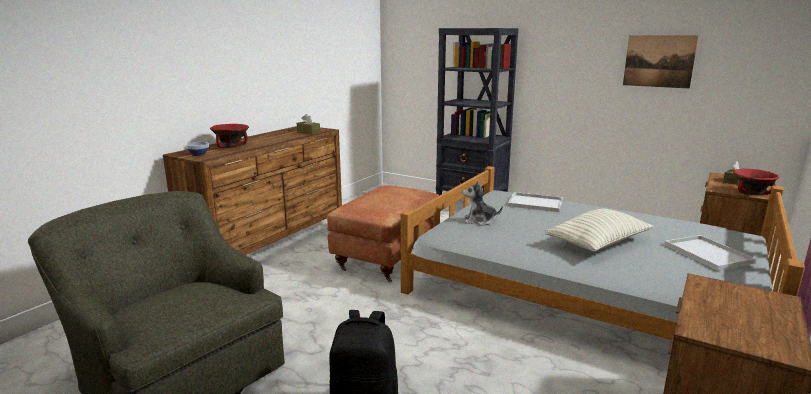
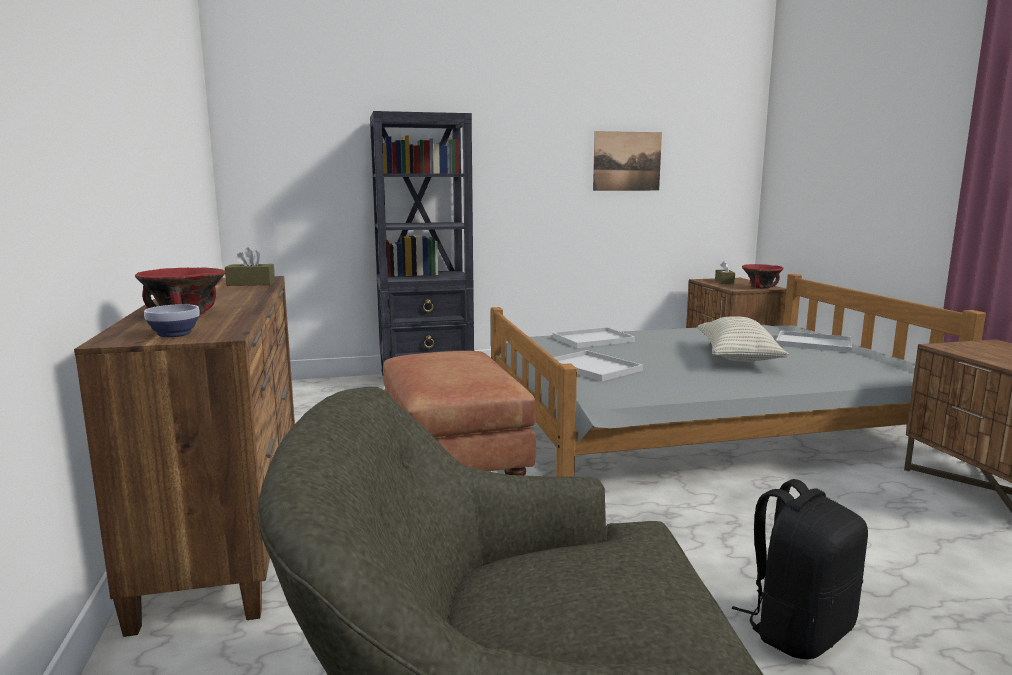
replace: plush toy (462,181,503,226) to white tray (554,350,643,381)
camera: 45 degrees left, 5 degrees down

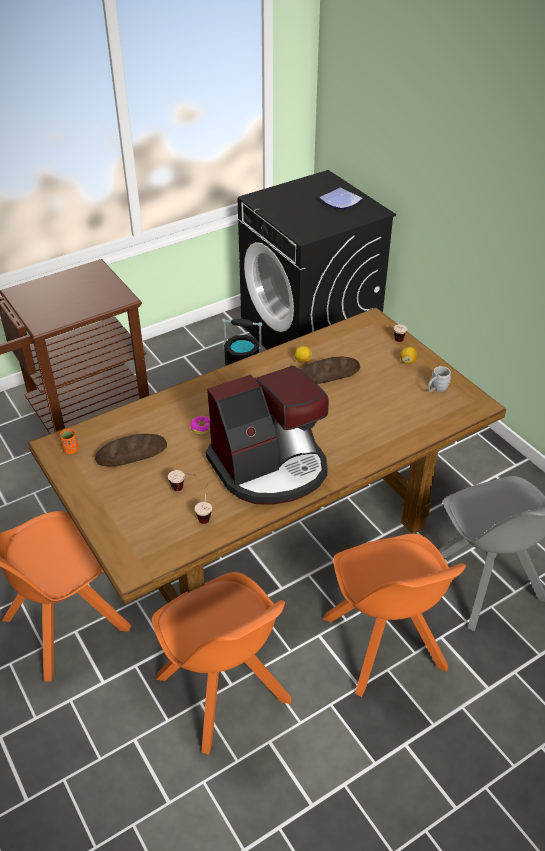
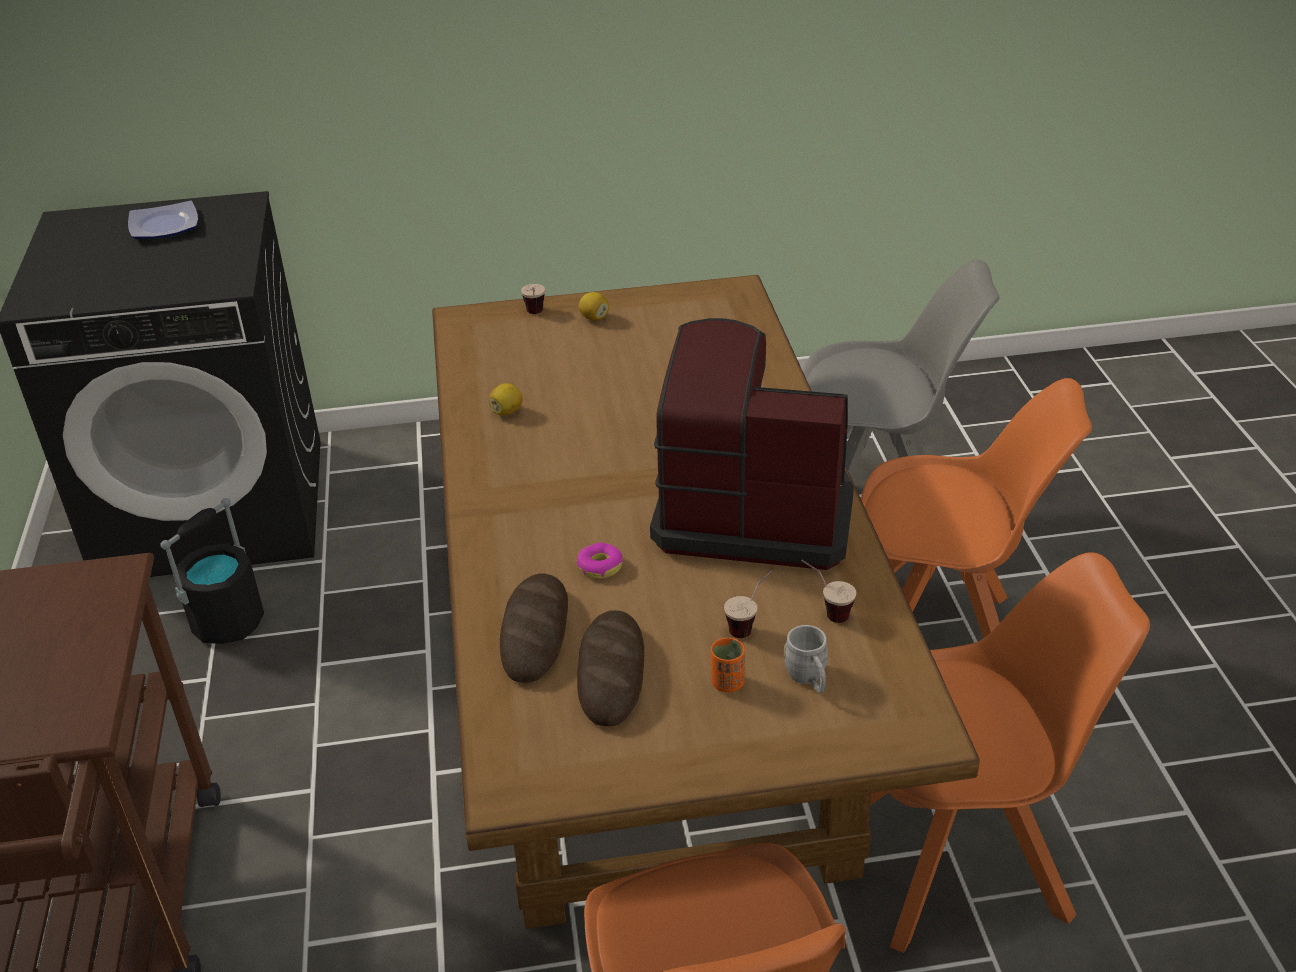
move: orange cup (60,429,78,454) to (711,638,745,693); bread (302,357,360,384) to (500,574,568,683); grey mug (428,366,451,392) to (784,625,828,693)
rotate: coffee machine (206,365,329,505) = (650,318,854,570) 75 degrees counterclockwise
camera: 65 degrees left, 5 degrees down

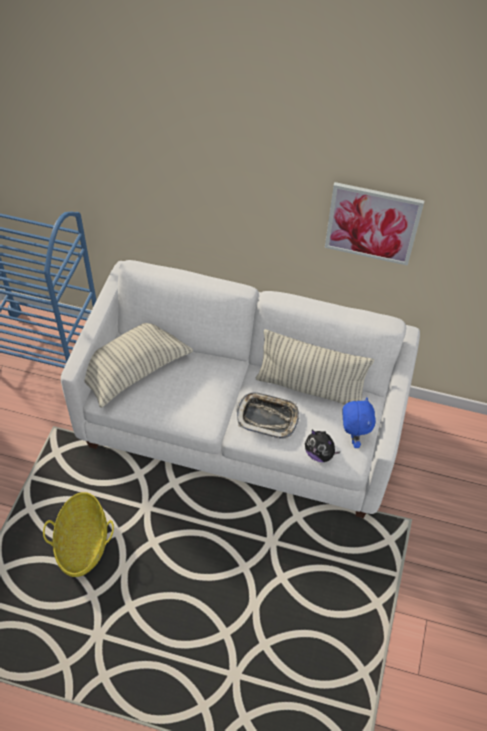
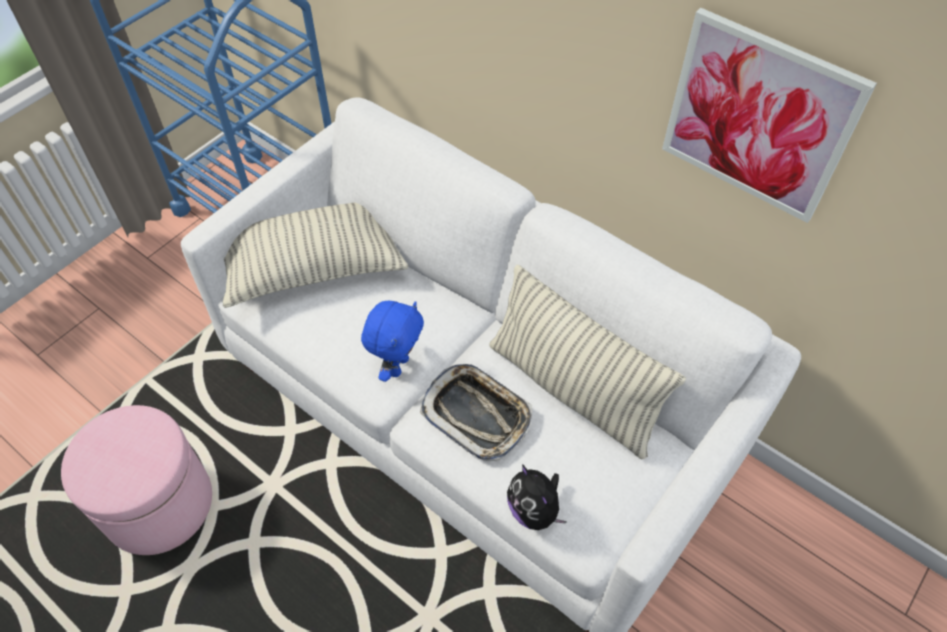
move: blue plush toy (342,397,376,448) to (361,301,424,382)
replace: basket (43,492,114,577) to pink ottoman (61,405,212,555)
camera: 25 degrees right, 0 degrees up

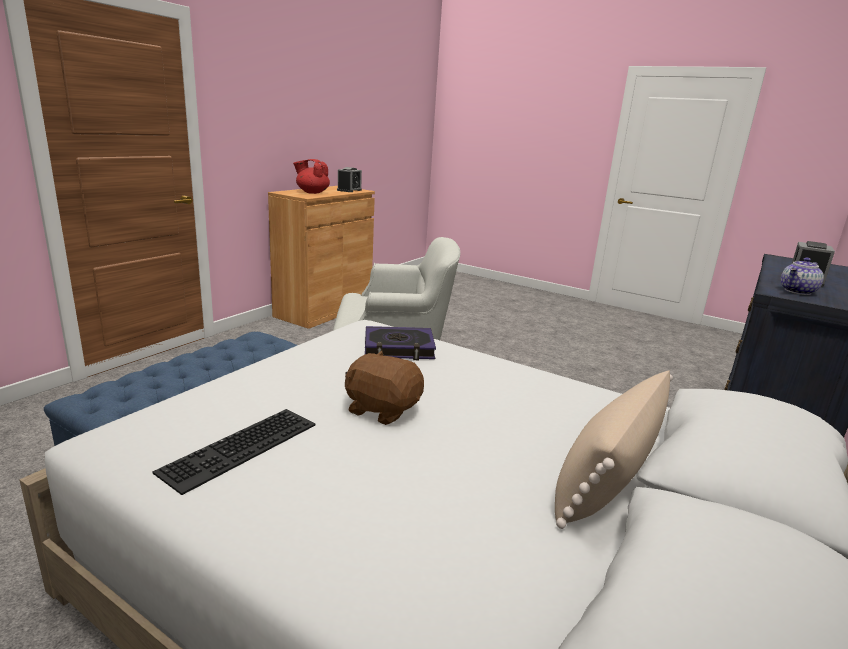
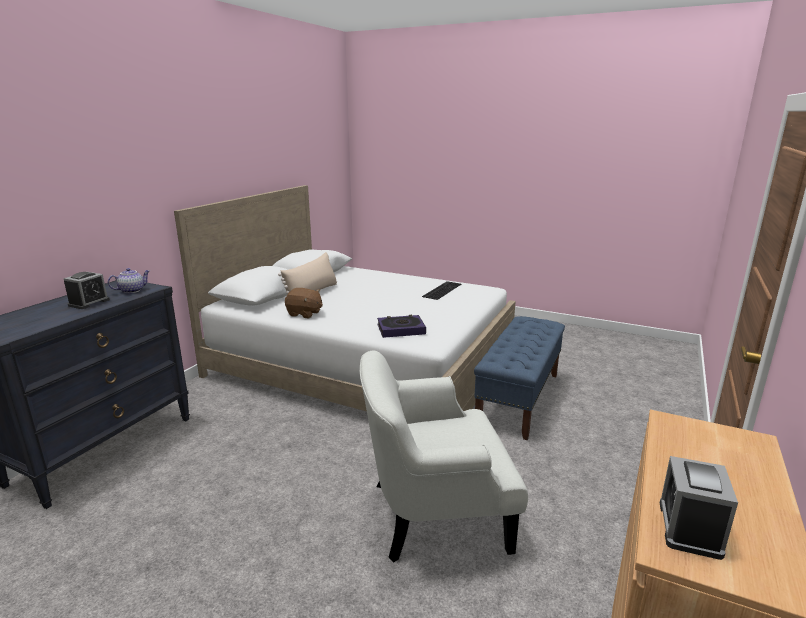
delete: red teapot (293,159,330,194)
move: brown plush toy (345,351,424,425) to (285,288,323,318)
camera: 175 degrees right, 0 degrees up

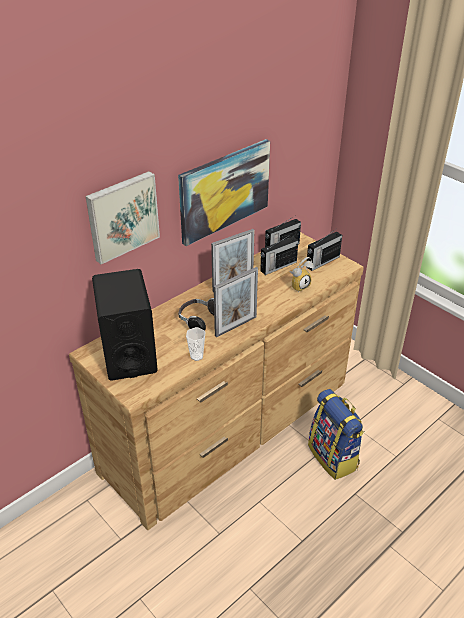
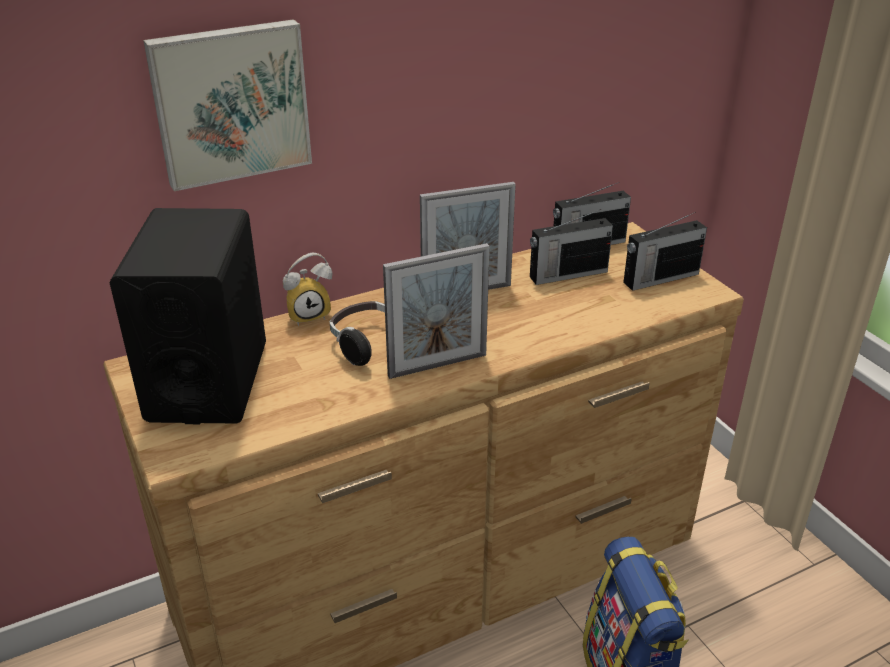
delete: picture (178,139,270,246); cup (186,327,206,361)
move: alarm clock (290,257,314,292) to (283,253,332,326)
camera: 15 degrees right, 5 degrees down

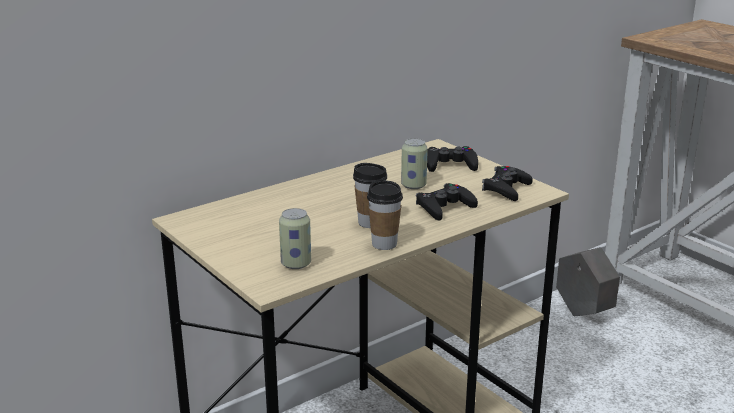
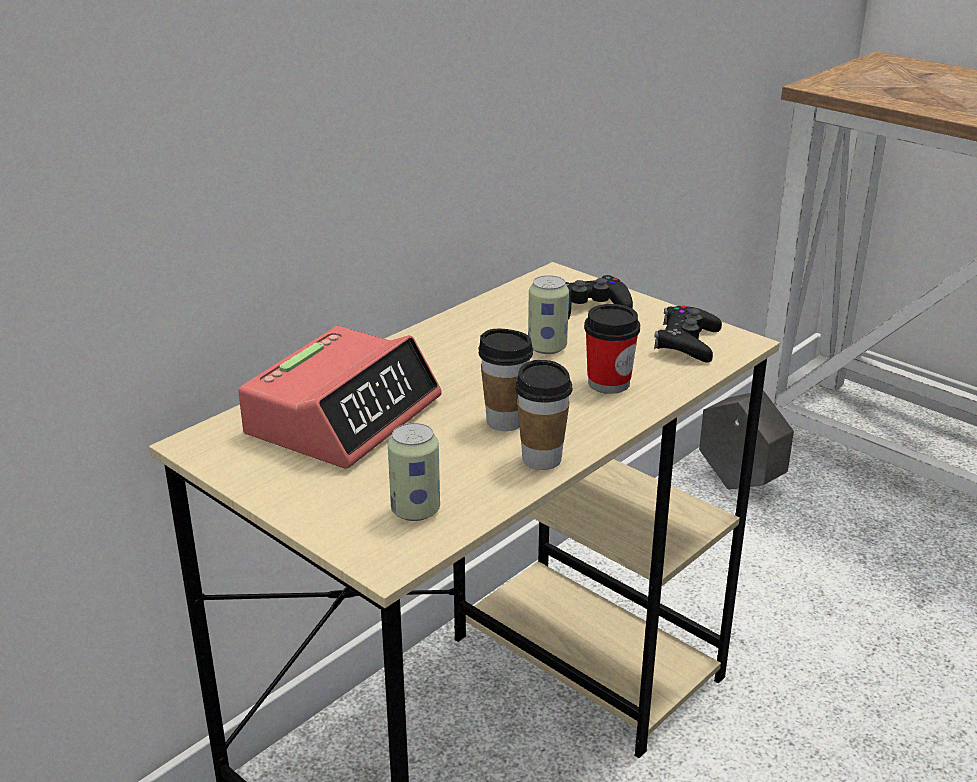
insert: alarm clock (238,326,442,469)
replace: black game controller (416,183,478,220) to cup (584,304,640,394)
camera: 10 degrees left, 5 degrees up

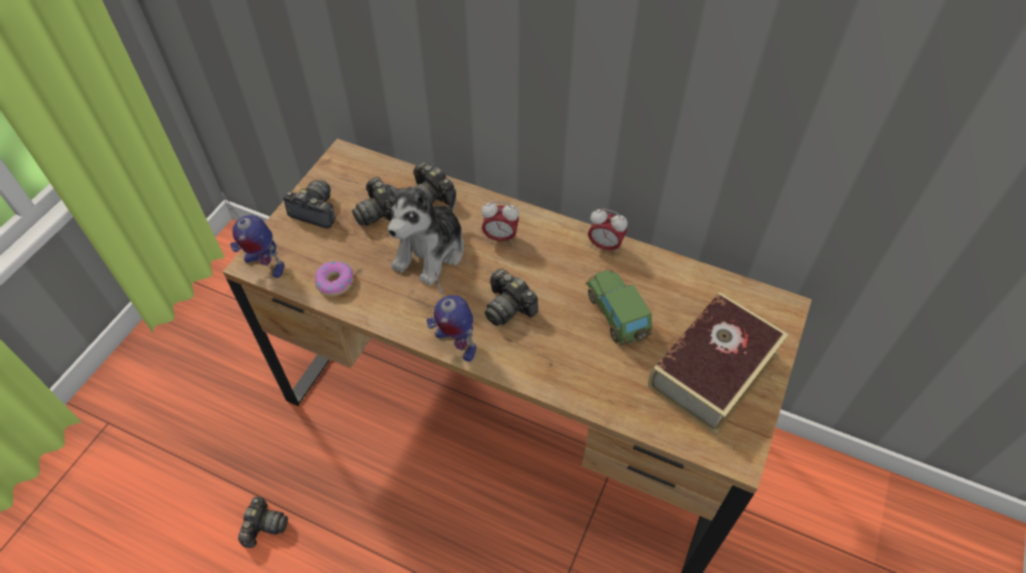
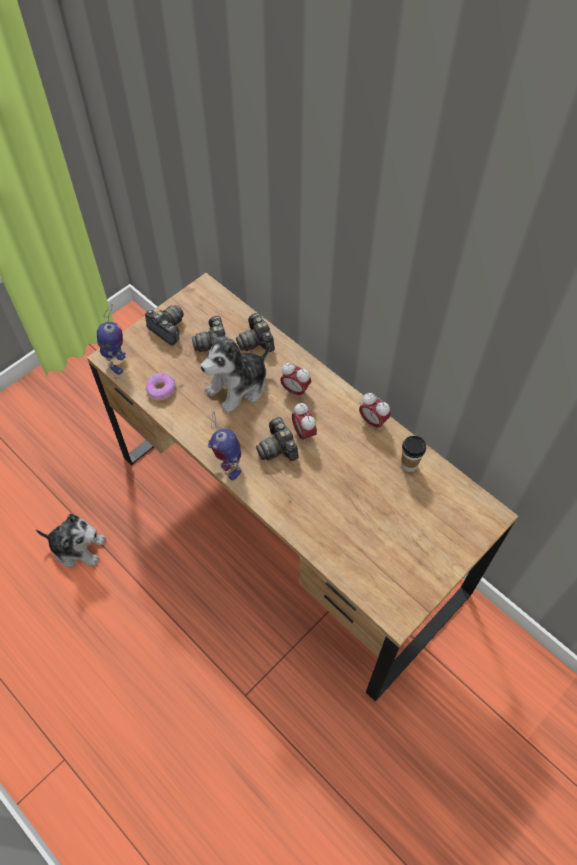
delete: toy car (586,270,652,345); book (648,292,789,435)
insert: alarm clock (292,403,317,444); cup (401,436,426,472)
replace: photo camera (238,497,288,548) to plush toy (36,514,106,567)
rotate: toy robot (222,191,284,278) = (97,304,126,375) 150 degrees counterclockwise
camera: 20 degrees right, 5 degrees up

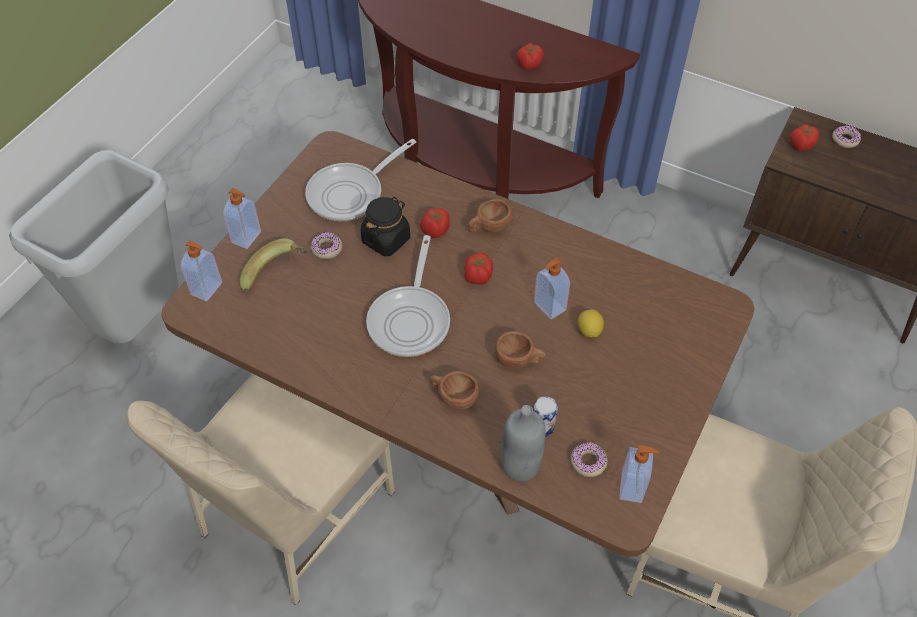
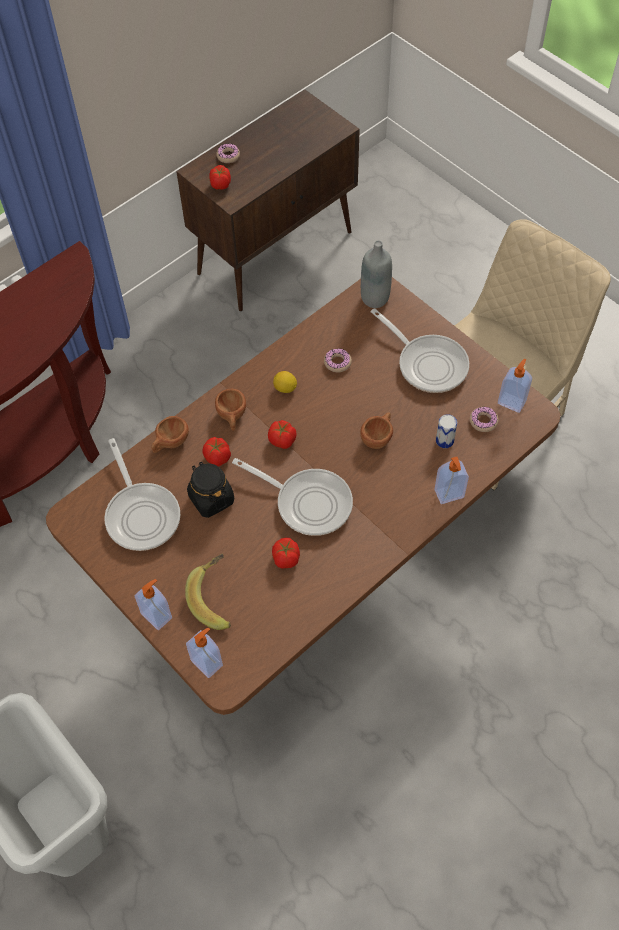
delete: beige chair (127,374,395,605)
insert: frying pan (370,308,469,393)
move: donut (311,232,342,259) to (324,348,352,372); brown cup (430,371,479,410) to (151,416,189,453); grey bottle (501,405,545,481) to (361,241,392,308); tomato (517,43,544,70) to (272,538,300,569); soap dispenser (534,258,570,320) to (434,457,469,504); lemon (578,310,604,337) to (273,371,297,393)
camera: 70 degrees left, 5 degrees up

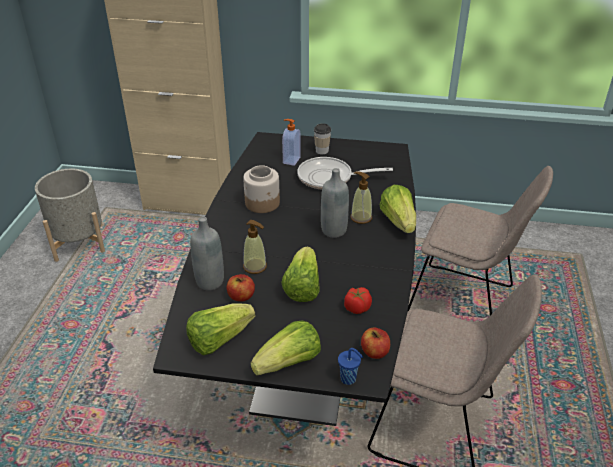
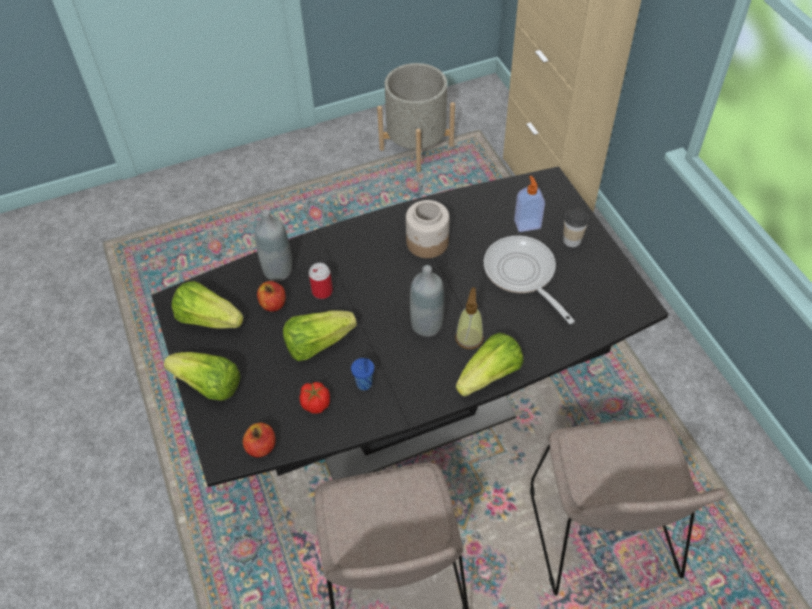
move: blue cup (338,348,363,385) to (351,358,374,390)
replace: soap dispenser (243,220,267,274) to can (309,263,333,299)
camera: 60 degrees right, 15 degrees up

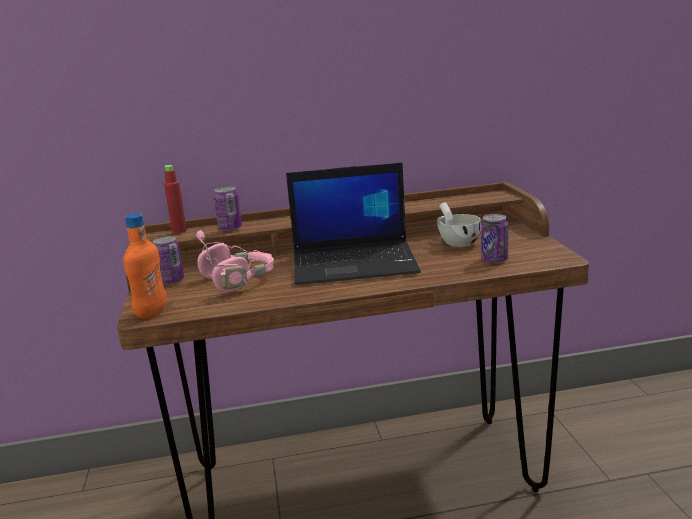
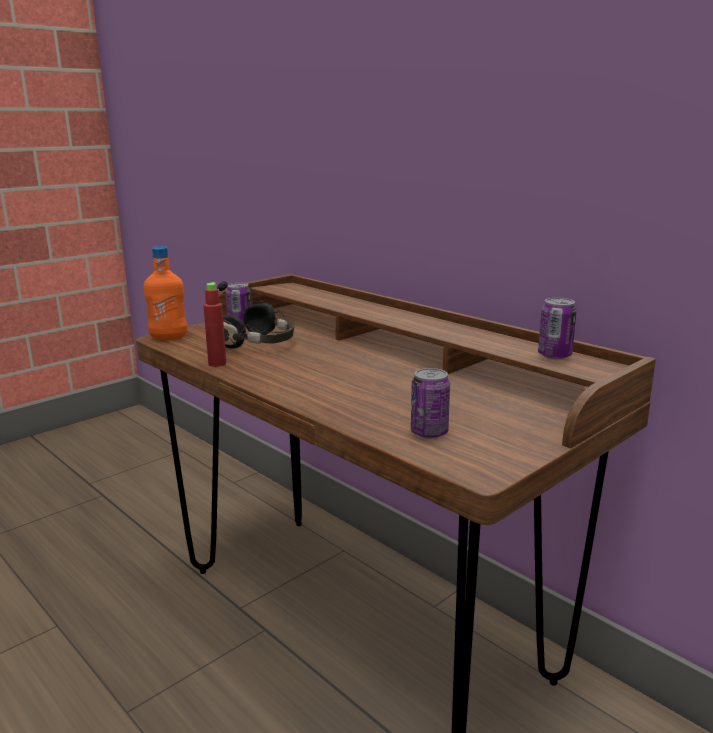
delete: laptop (286,163,421,285); white cup (437,202,481,247)
move: red bottle (164,165,187,234) to (203,282,226,367); can (214,187,242,231) to (538,298,577,359)
recolor: pink headphones (196,230,274,292) to black headphones (217,281,294,349)
camera: 55 degrees right, 0 degrees up

